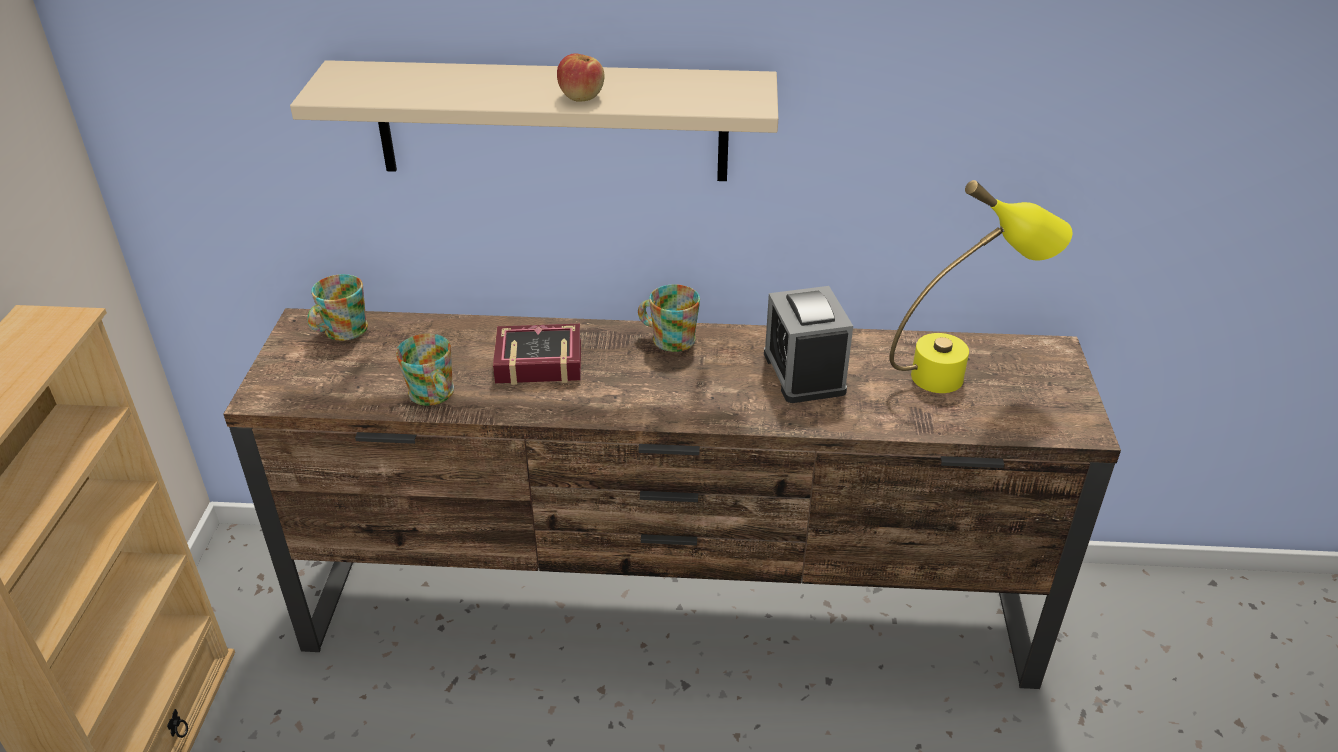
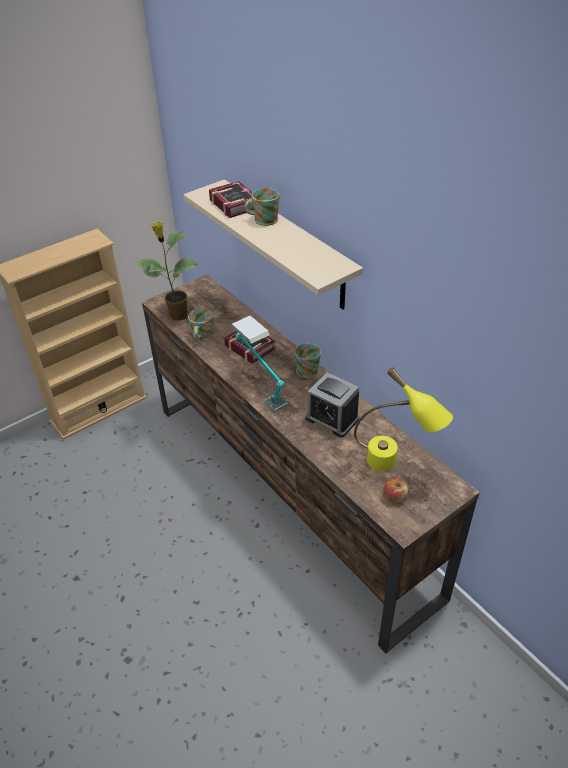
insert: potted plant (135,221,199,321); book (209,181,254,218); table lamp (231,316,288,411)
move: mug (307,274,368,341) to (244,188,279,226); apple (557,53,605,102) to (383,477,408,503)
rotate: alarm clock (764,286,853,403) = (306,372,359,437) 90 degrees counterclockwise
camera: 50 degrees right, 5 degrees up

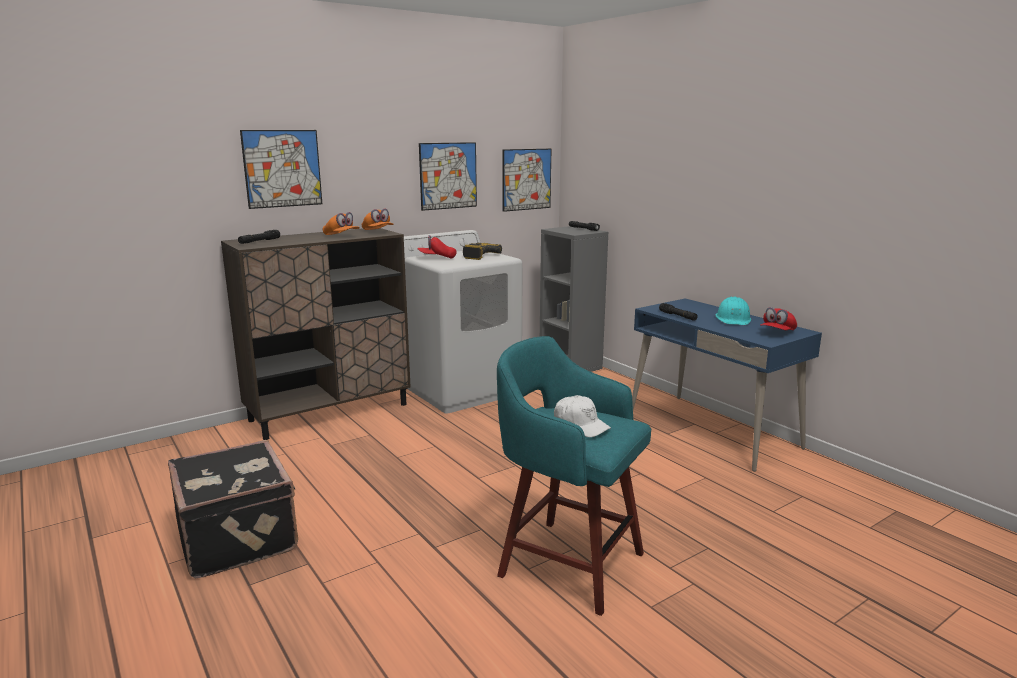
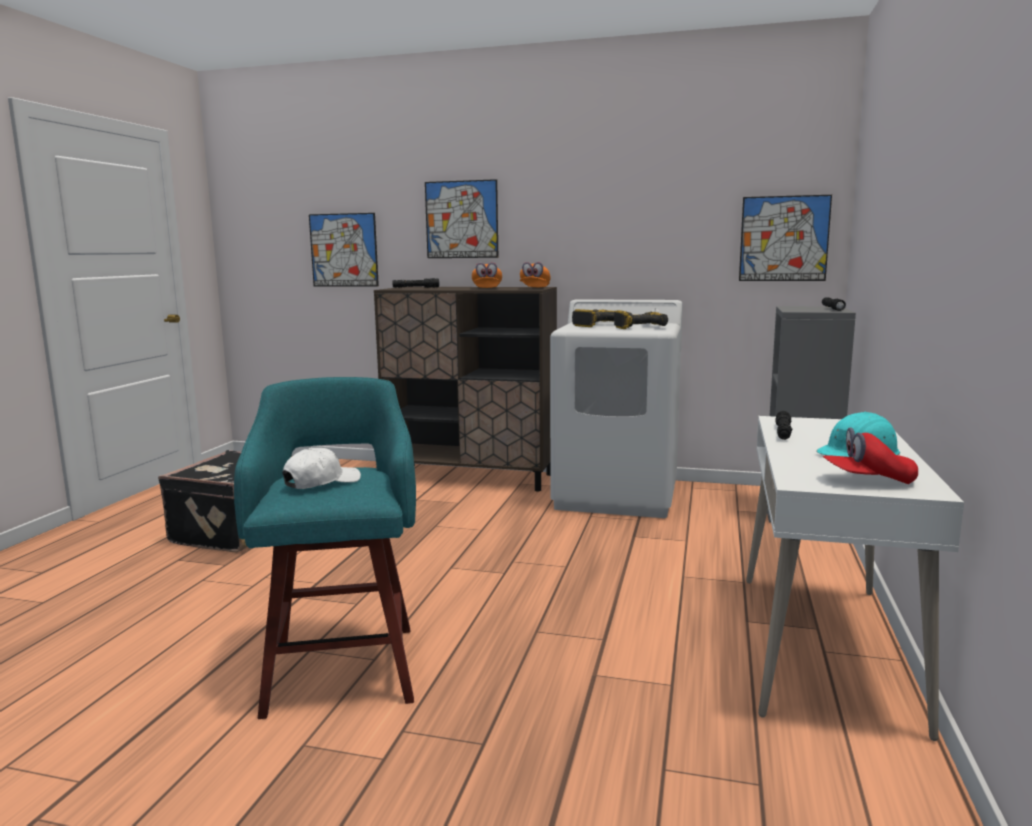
move: picture (419,142,477,211) to (309,213,379,286)
replace: red cap (417,235,457,258) to power drill (572,309,616,327)
recolor: blue desk (632,298,822,472) to white desk (746,416,964,741)
rotate: white cap (554,395,611,437) = (282,448,361,489) 135 degrees counterclockwise
camera: 50 degrees right, 5 degrees down

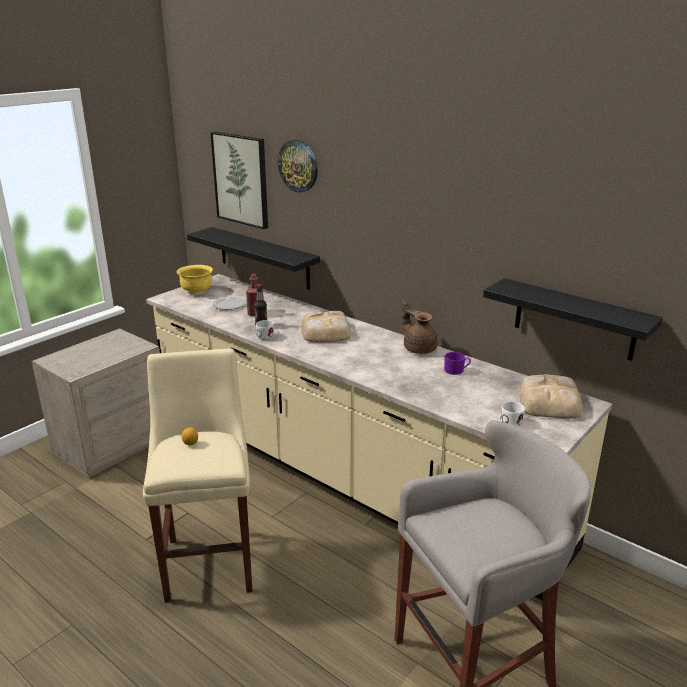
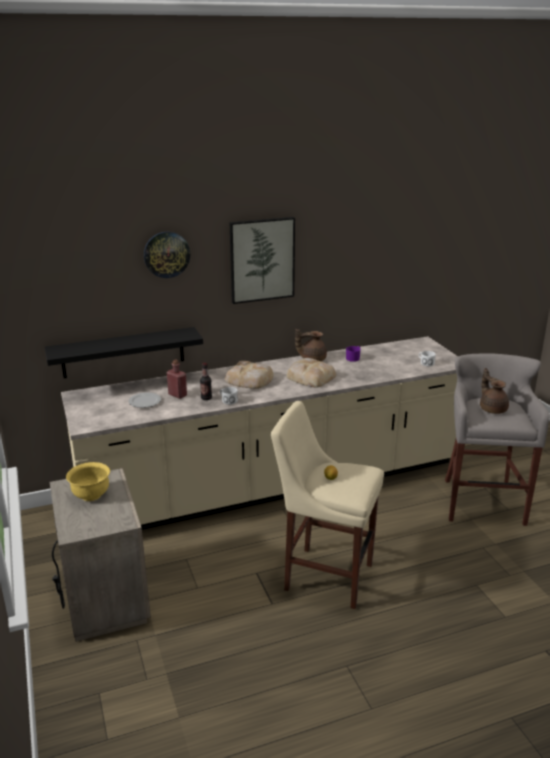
delete: black shelf (483,278,663,361)
insert: brown teapot (480,368,509,414)
move: yellow bowl (176,265,213,295) to (66,462,110,501); picture (210,132,268,229) to (230,217,295,304); bread (519,374,583,419) to (286,358,336,388)
camera: 60 degrees left, 0 degrees up

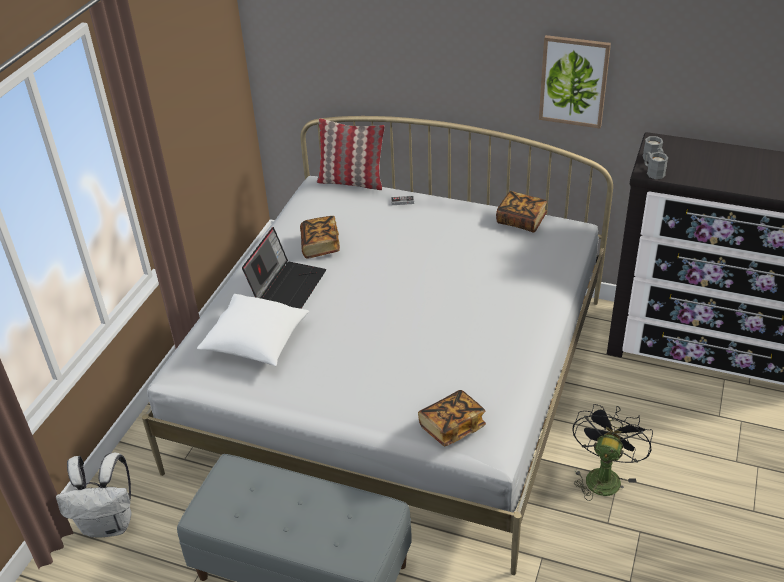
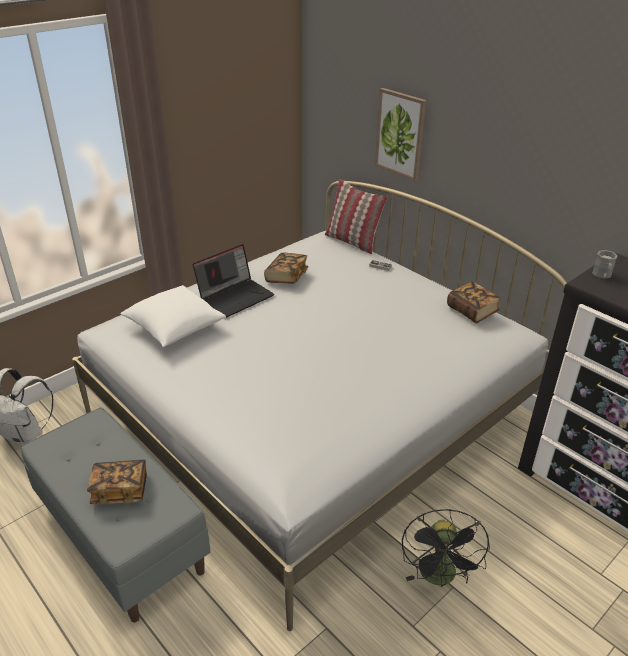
delete: grey mug (644,152,668,179)
move: book (418,390,486,446) to (87,460,147,504); picture (539,35,611,128) to (375,88,426,181)
rotate: black fan (572,404,653,501) = (402,509,490,587) 135 degrees clockwise
camera: 25 degrees right, 5 degrees down

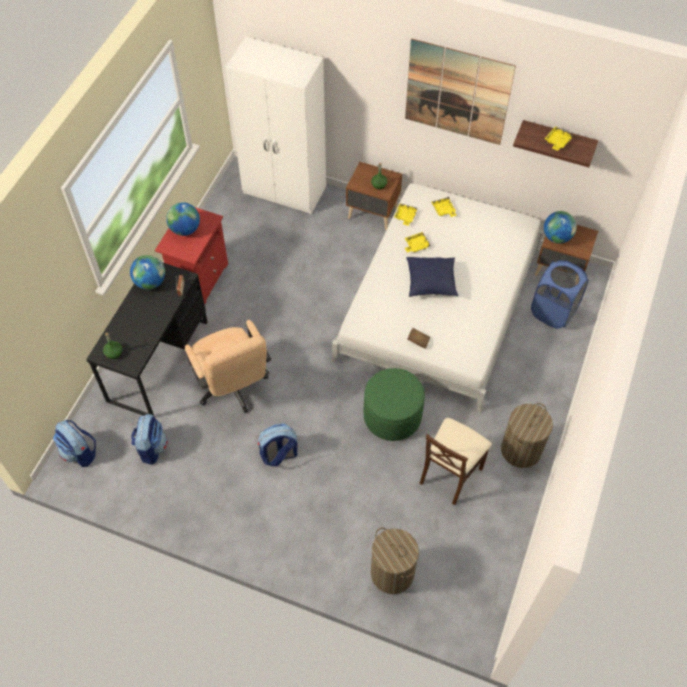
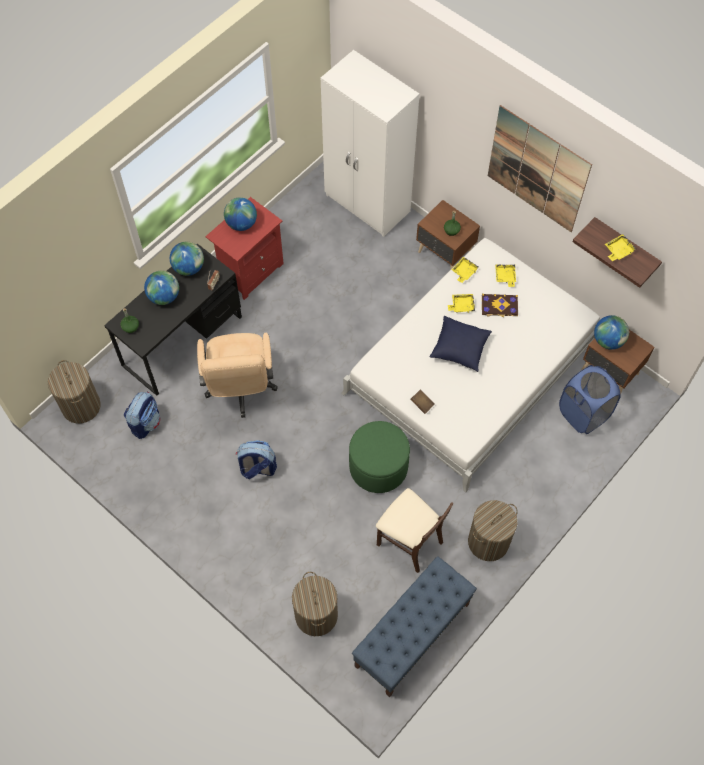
insert: globe (144,271,179,305); blue bench (352,556,477,698); book (482,294,518,317)
replace: backpack (53,420,96,467) to laundry basket (48,360,101,424)
rotate: beige chair (419,418,492,505) = (376,488,453,573) 105 degrees counterclockwise
camera: 20 degrees right, 5 degrees up

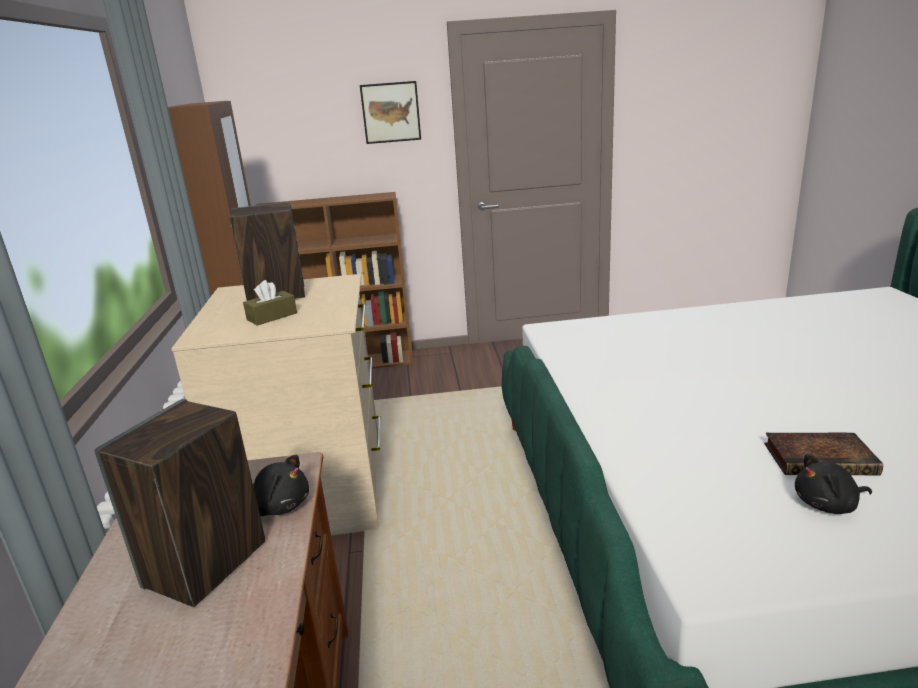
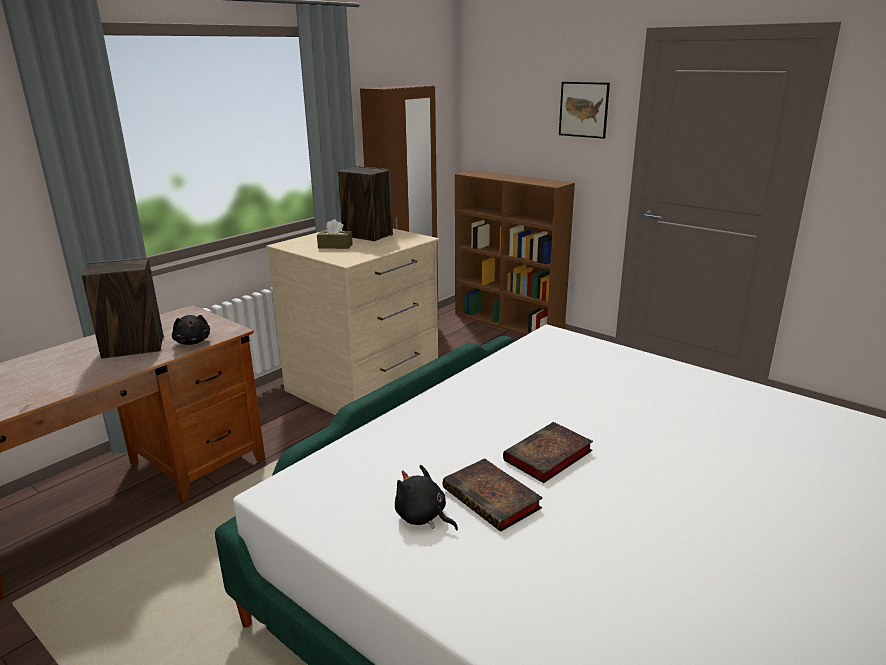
insert: book (503,422,593,483)
camera: 45 degrees right, 0 degrees up

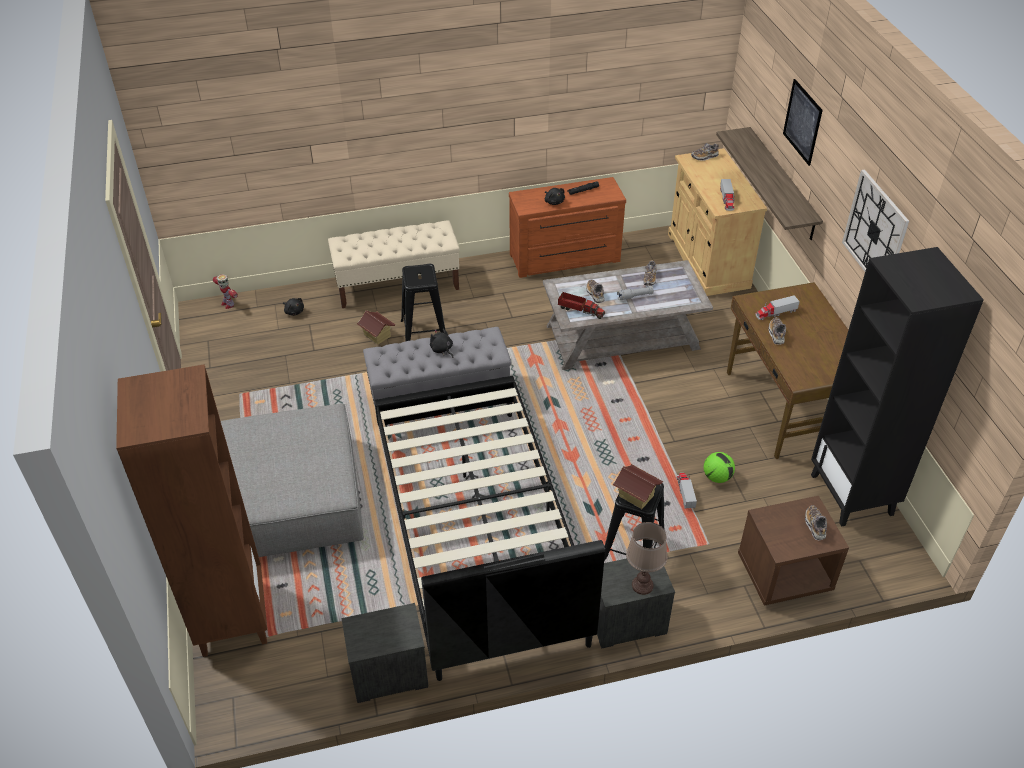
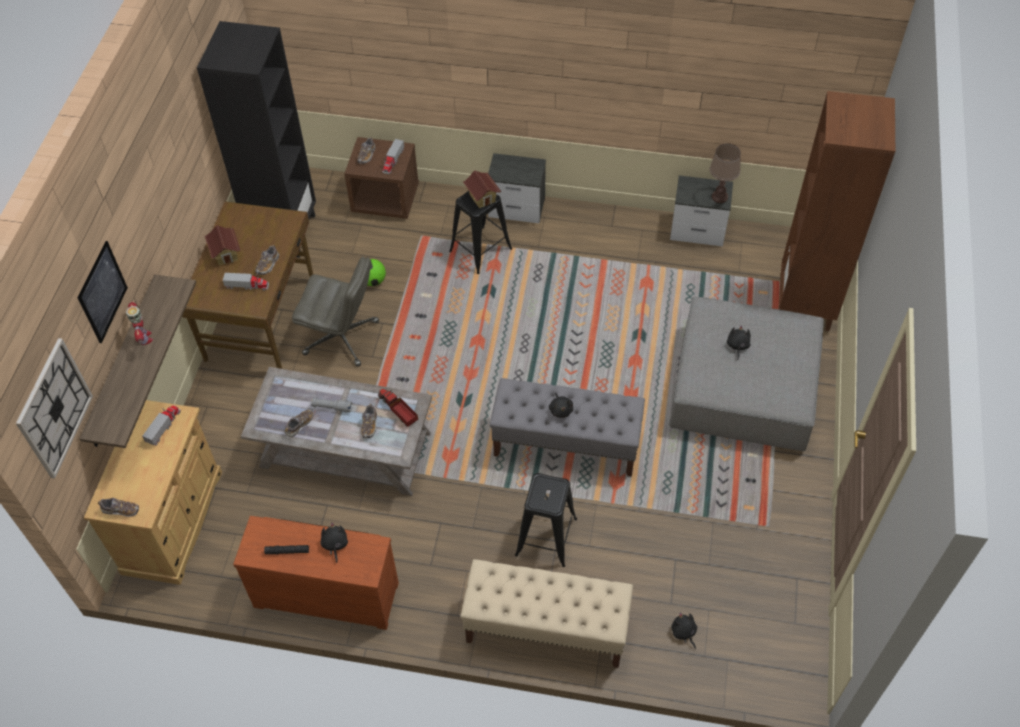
delete: black bed (374,376,605,681)
insert: grey office chair (292,257,379,367); black plush toy (727,325,751,360)
move: toy robot (213,274,238,309) to (126,302,153,345); toy house (357,310,396,345) to (205,225,241,265); brown table lamp (626,522,667,595) to (709,143,741,203); toy truck (677,473,697,509) to (382,139,404,174); wall clock (842,170,909,272) to (16,338,93,479)
camera: 155 degrees left, 10 degrees up

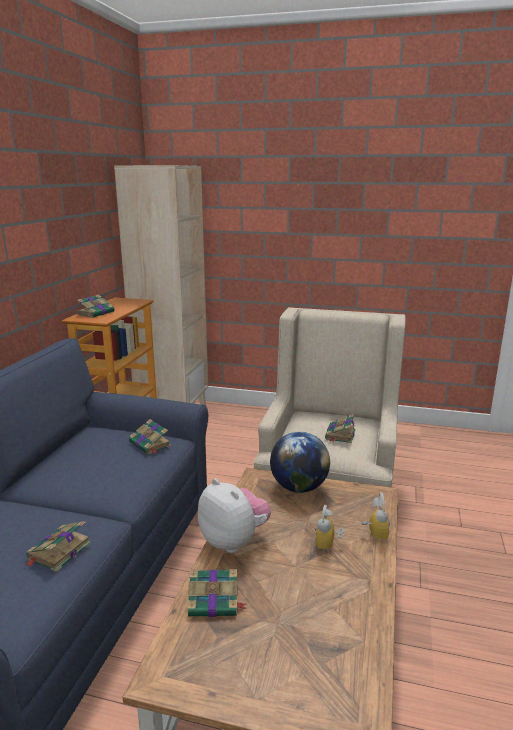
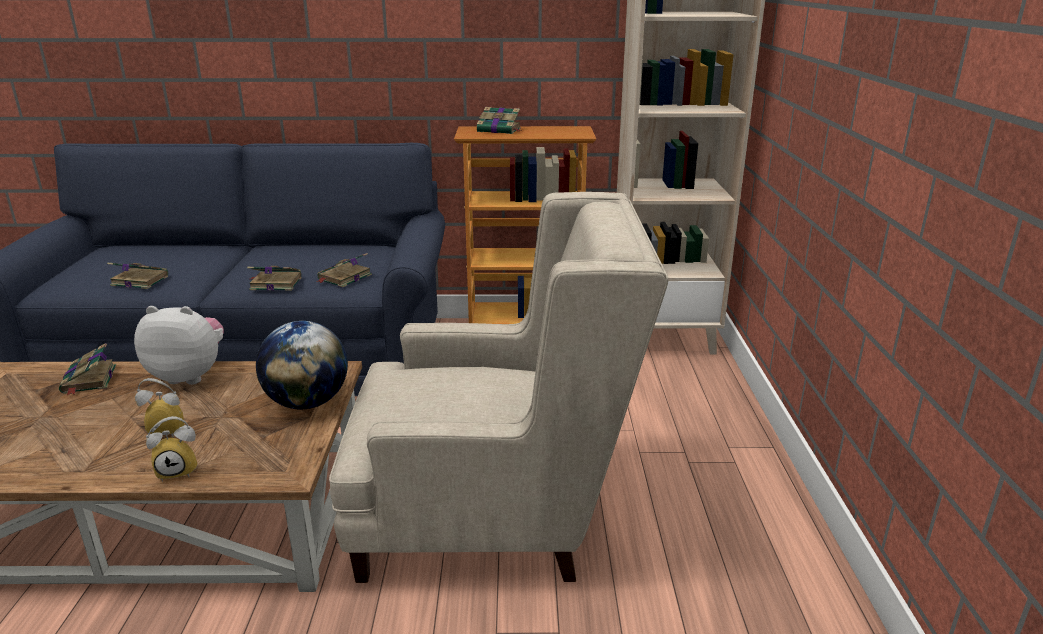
move: book (325,414,355,443) to (247,266,301,291)
rotate: plush toy (198,478,271,553) = (134,306,224,385) 120 degrees counterclockwise
camera: 75 degrees right, 5 degrees up

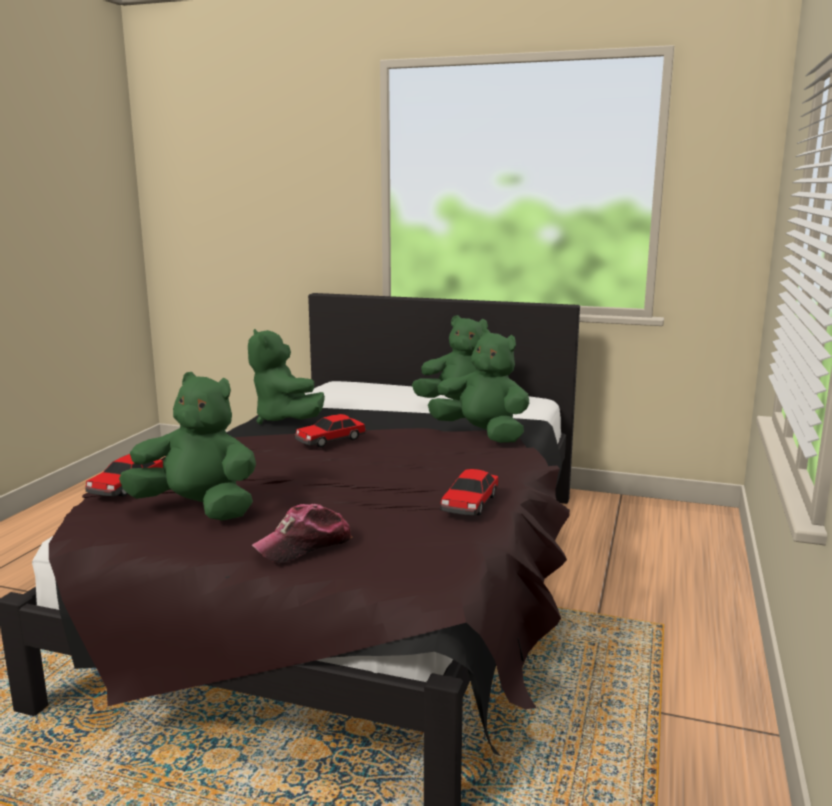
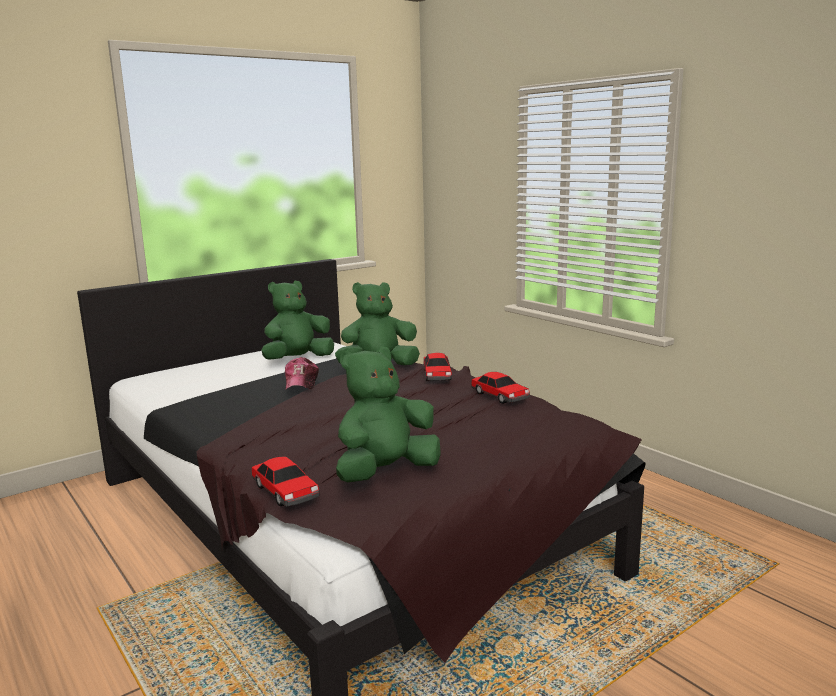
delete: green plush toy (248,329,325,424)
move: cap (251,504,353,563) to (285,357,319,389); toy car (295,414,366,448) to (423,353,452,381)
camera: 55 degrees left, 0 degrees up

